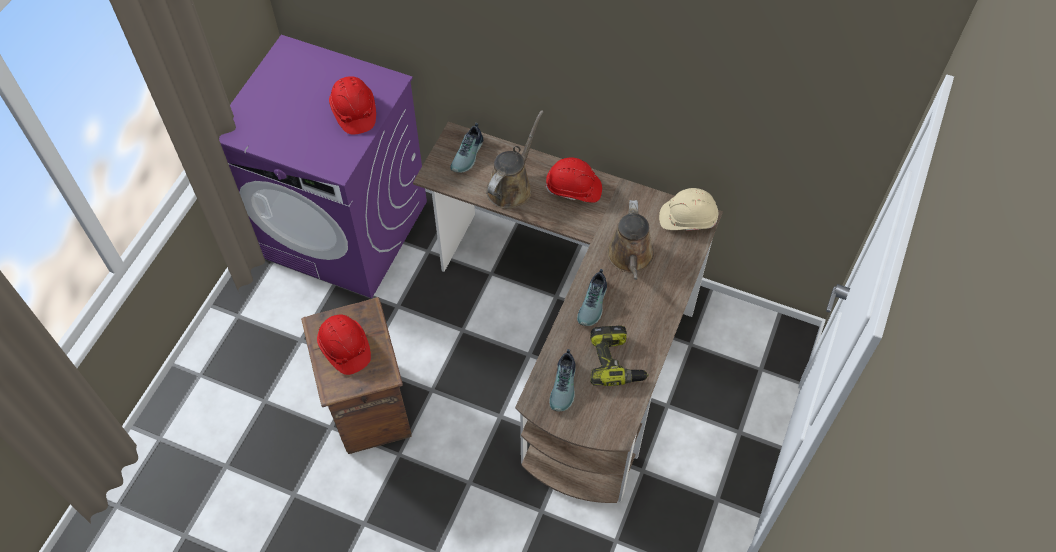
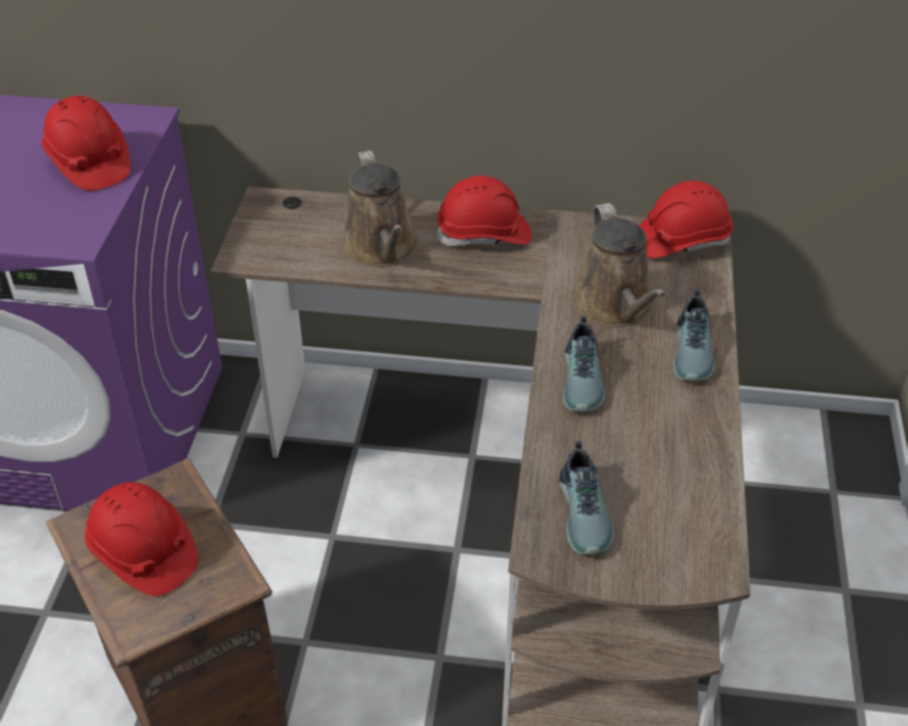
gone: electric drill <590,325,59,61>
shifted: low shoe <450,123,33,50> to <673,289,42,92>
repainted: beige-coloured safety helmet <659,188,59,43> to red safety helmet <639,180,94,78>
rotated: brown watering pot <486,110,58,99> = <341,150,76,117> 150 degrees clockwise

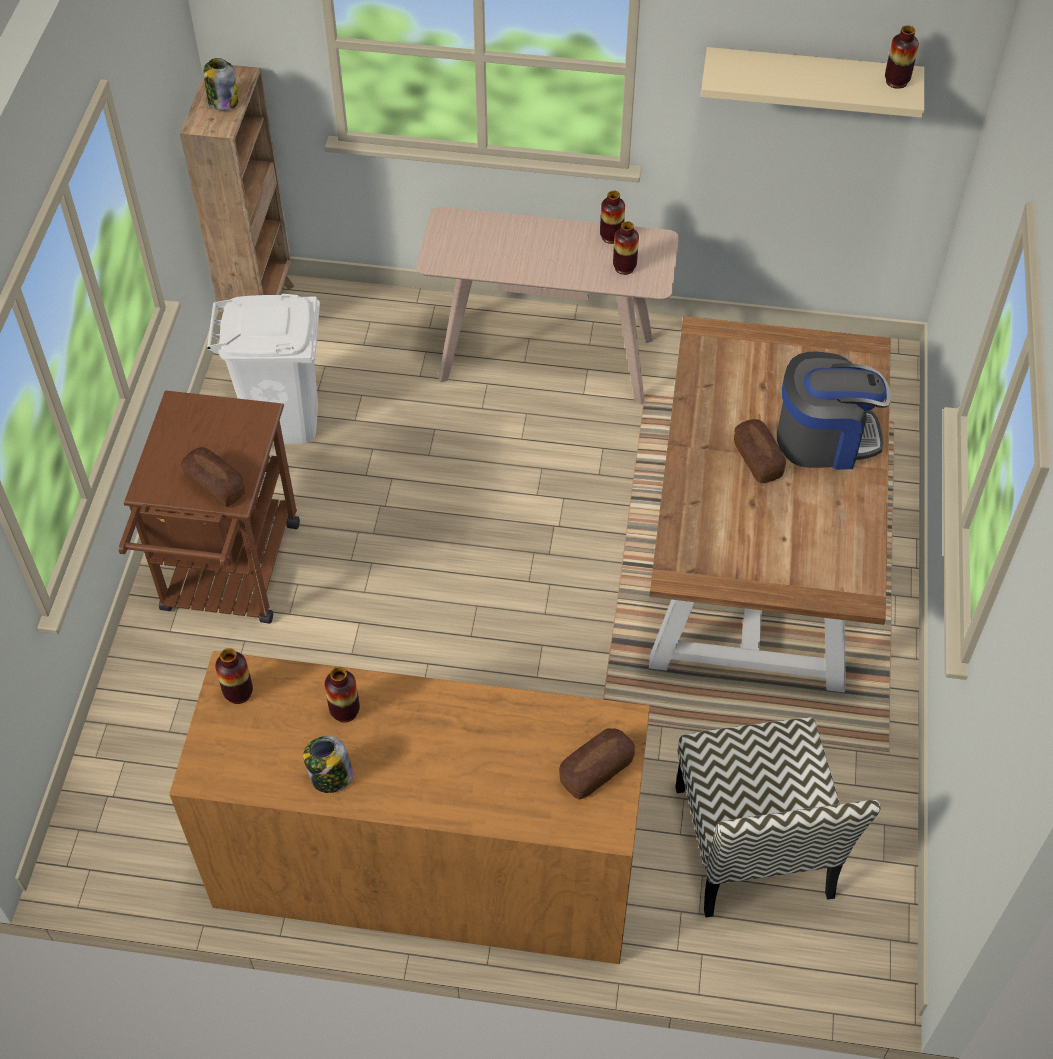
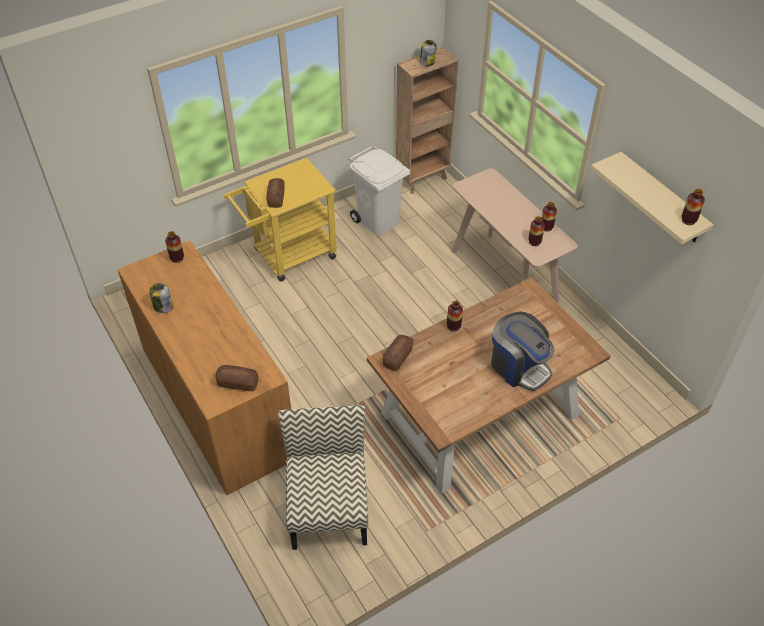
shifted: vase <324,667,36,55> to <447,301,16,30>; baked bread <734,419,52,64> to <383,335,30,36>
repainted: brown trolley <119,390,181,234> to yellow-coloured trolley <224,158,114,124>
rotated: upright chair <675,717,206,200> = <278,405,90,145> 135 degrees clockwise

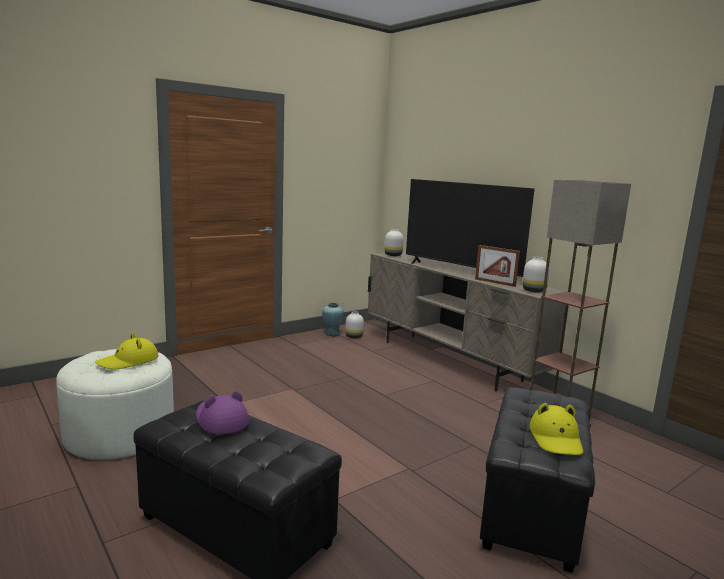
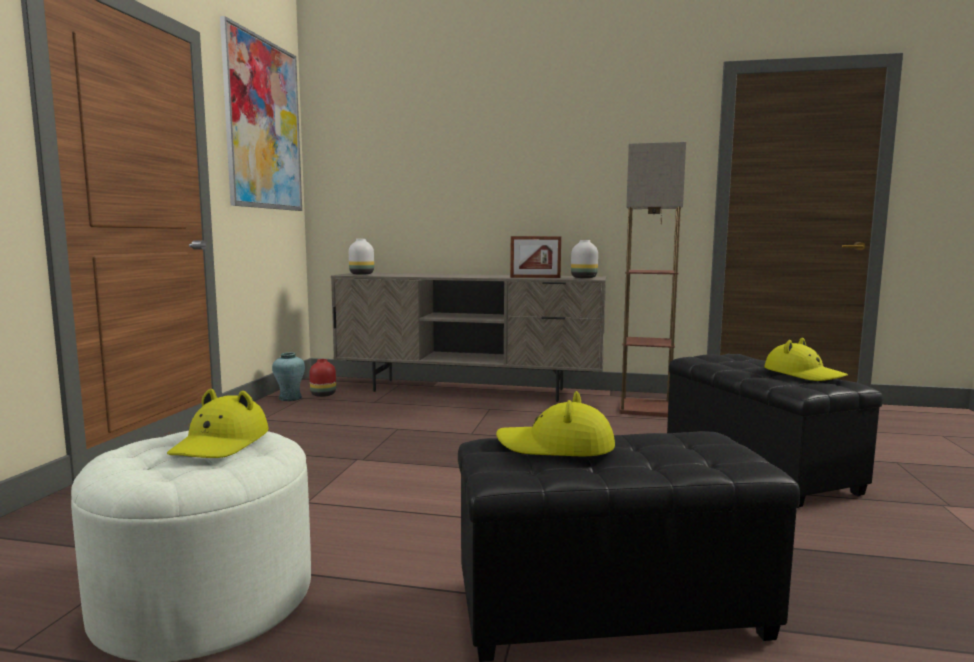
gone: TV set <406,179,129,98>
new: picture <220,16,82,195>
repainted: purple wearable hat <196,391,53,43> to yellow-coloured wearable hat <496,391,119,65>; whitish vase <345,311,19,27> to red vase <309,359,27,38>

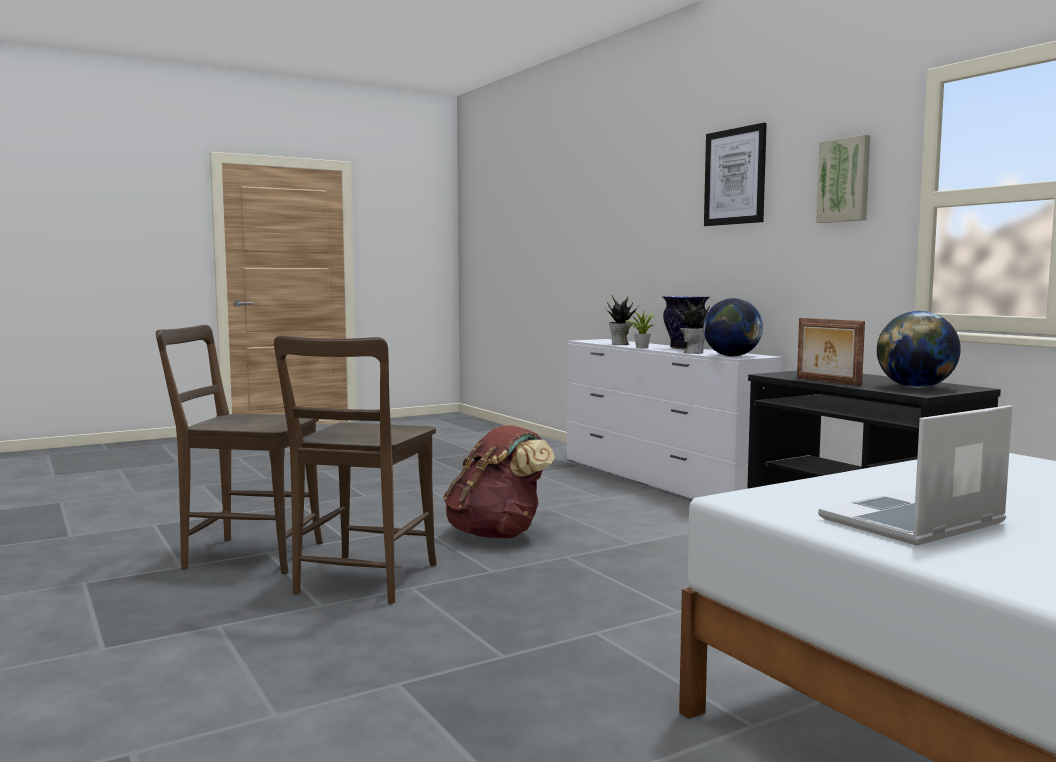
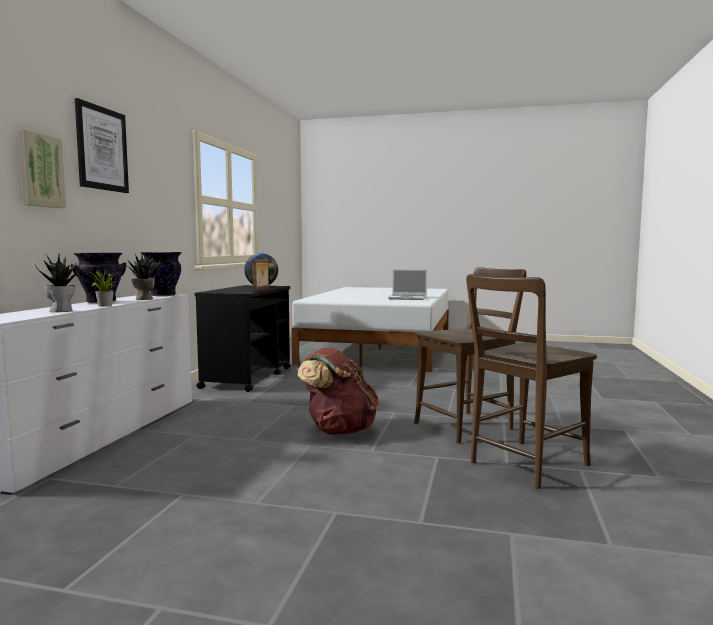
shifted: picture <816,135,54,88> to <18,130,48,78>
swapped: desk globe <703,298,60,58> to vase <140,252,42,44>
rotated: brown upright chair <156,325,167,249> = <466,274,131,215> 90 degrees clockwise

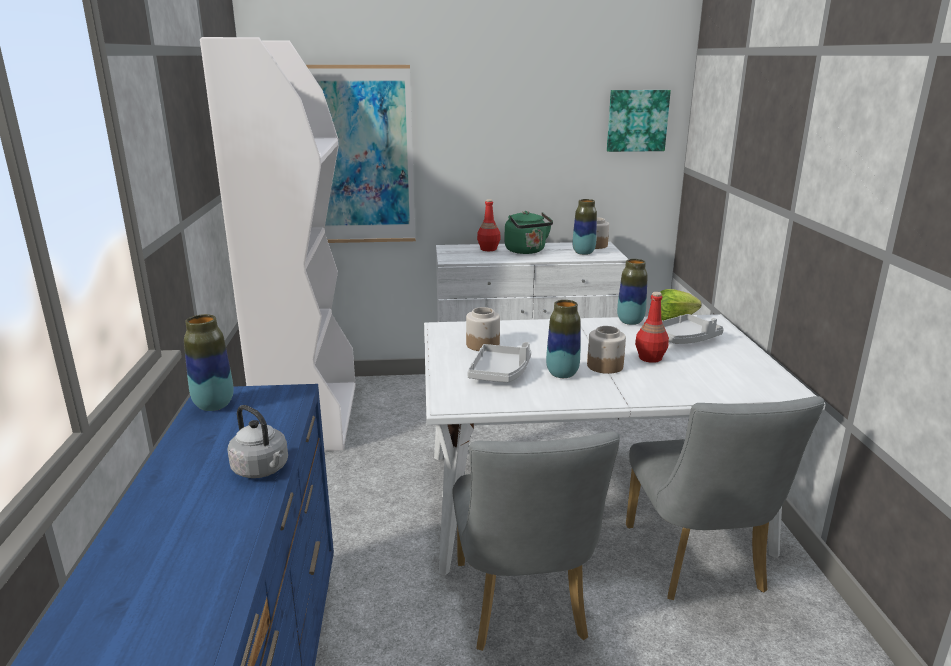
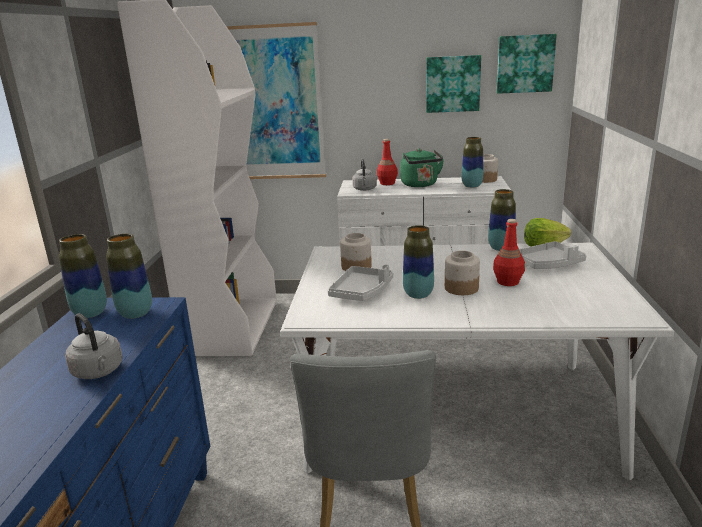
gone: gray upright chair <626,396,198,204>
new: vase <106,234,46,85>; gray kettle <352,159,25,32>; picture <426,55,55,58>

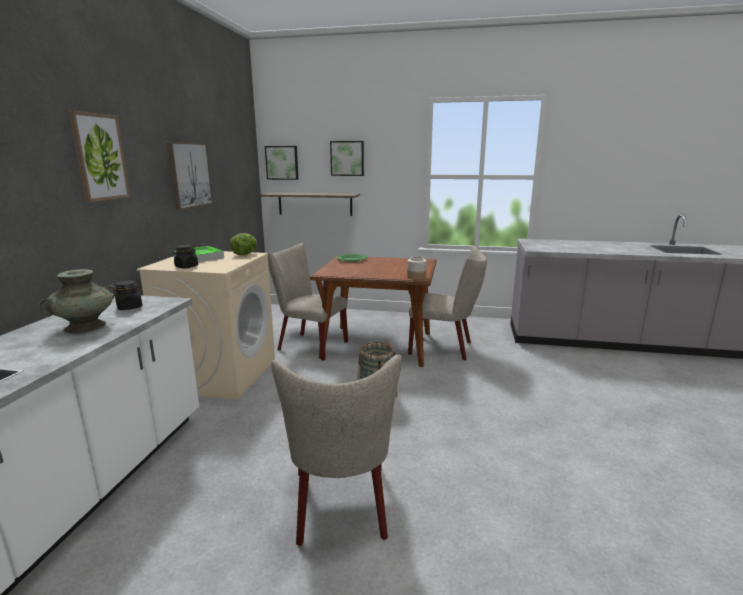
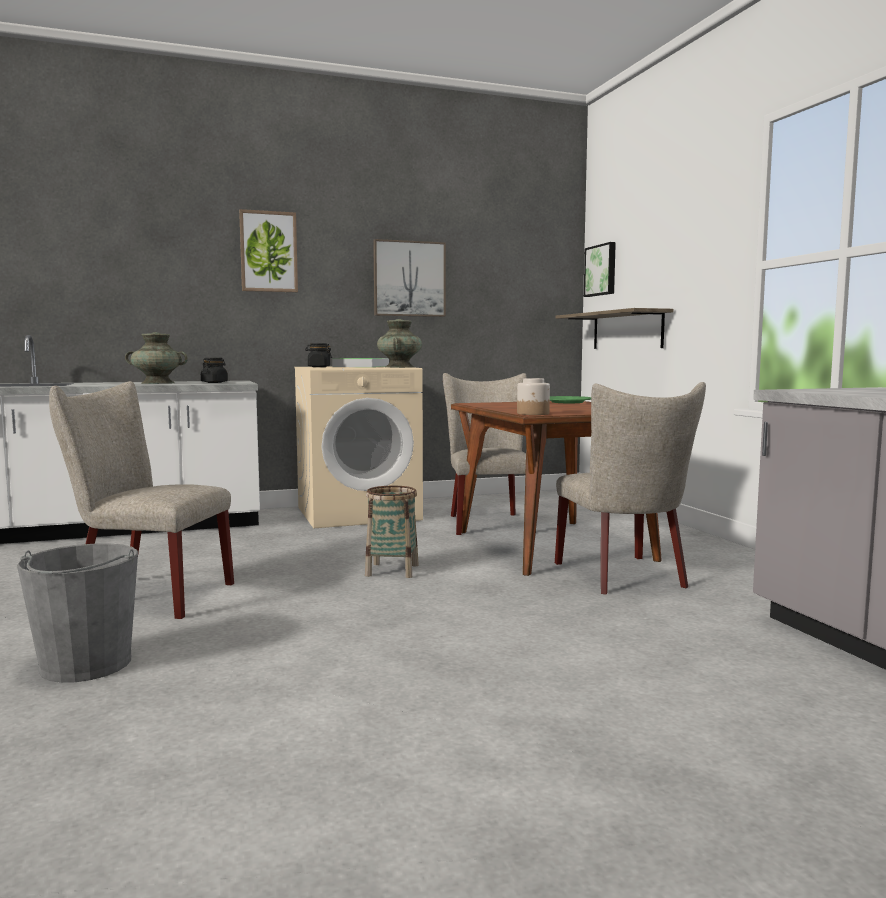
gone: picture <330,141,34,35>
new: gray water bucket <17,543,121,140>
swapped: lettuce head <230,233,27,22> to turquoise vase <377,319,45,49>
rotated: beige-coloured upright chair <271,354,131,192> = <49,381,185,238> 45 degrees clockwise

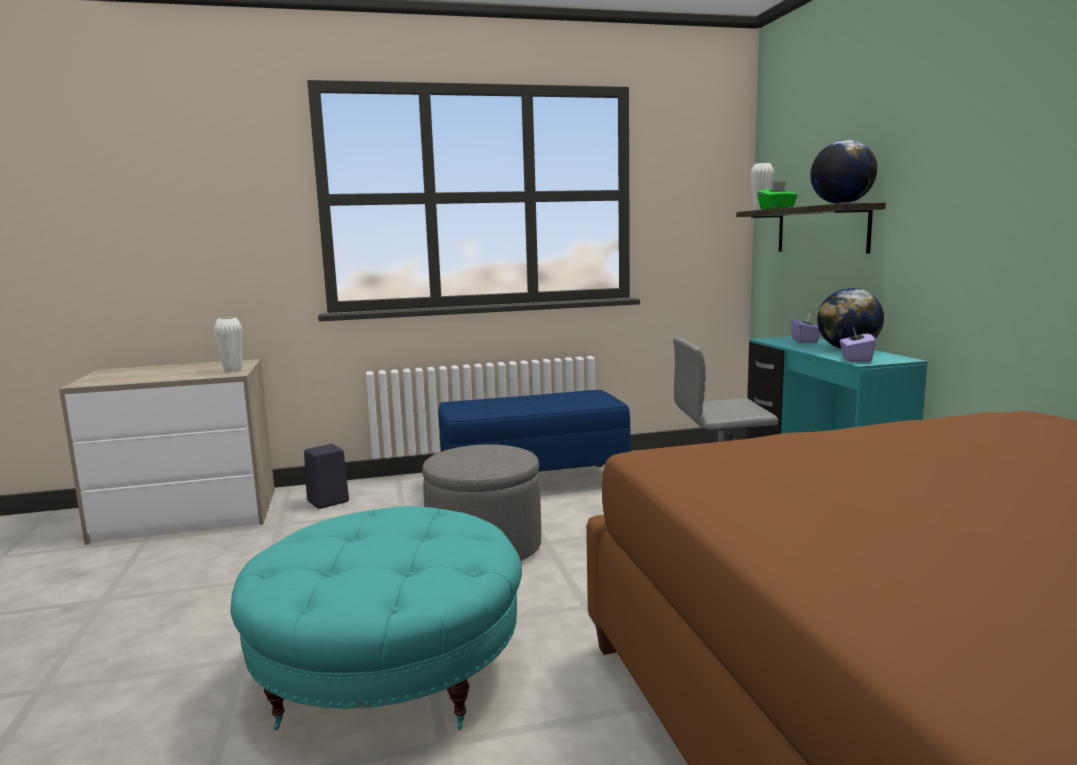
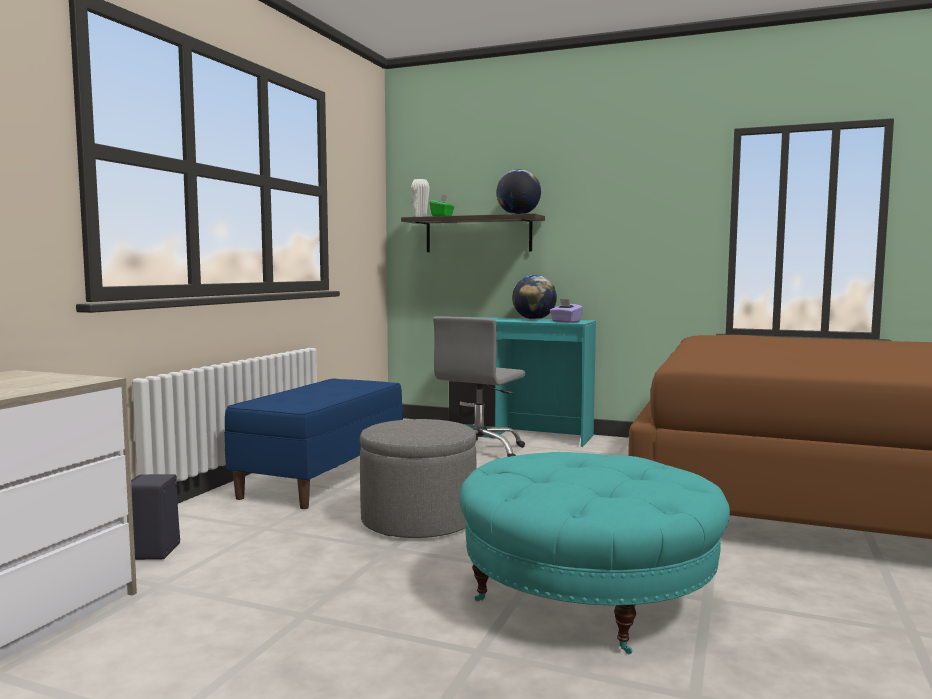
gone: whitish vase <214,317,29,55>; purple tissue box <790,313,30,30>

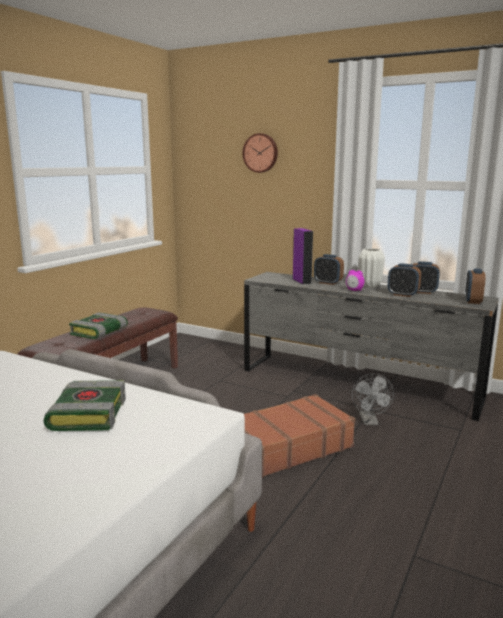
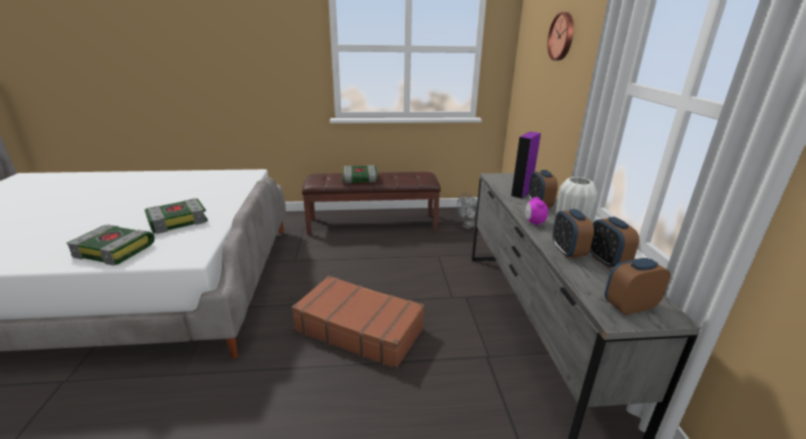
new: volume <67,225,88,41>
shifted: gray cooling fan <352,374,42,51> to <457,193,20,36>

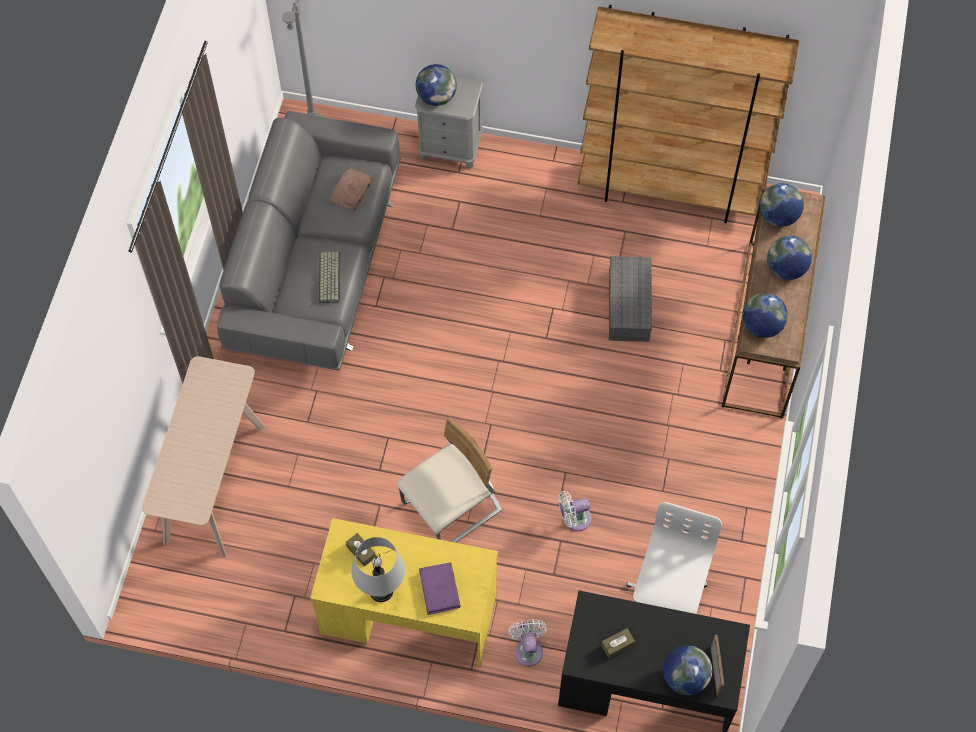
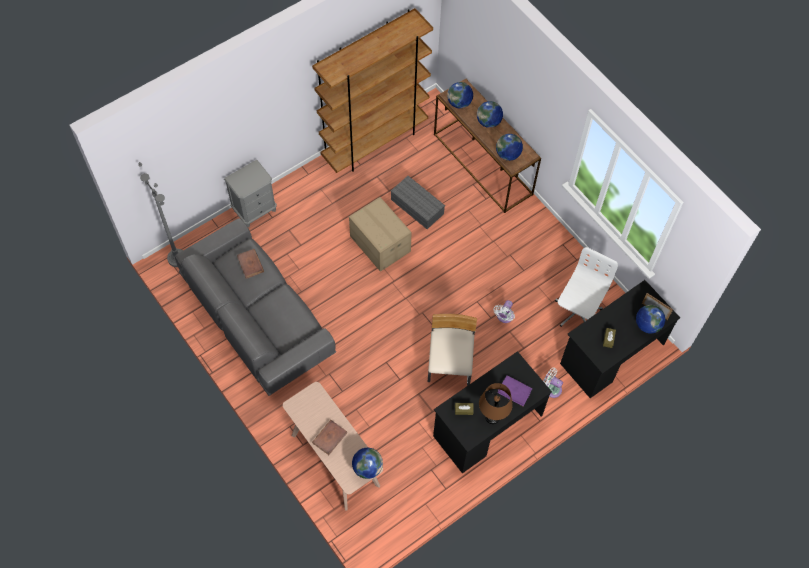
gone: PC keyboard <319,251,21,52>
new: brown volume <312,420,36,35>; cardboard box <349,197,63,75>
shifted: desk globe <416,64,41,42> to <352,448,31,31>
repainted: yellow-coloured desk unit <310,518,188,149> to black desk unit <433,351,119,122>; gray table lamp <351,537,54,65> to brown table lamp <479,383,34,41>
rotated: whitish desk chair <627,502,95,112> = <555,247,63,80> 60 degrees clockwise

